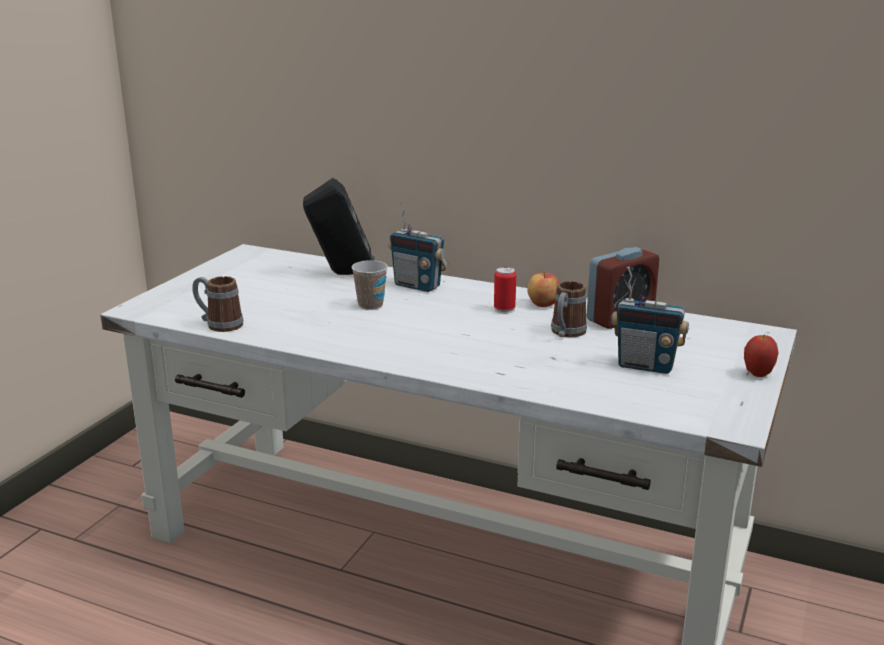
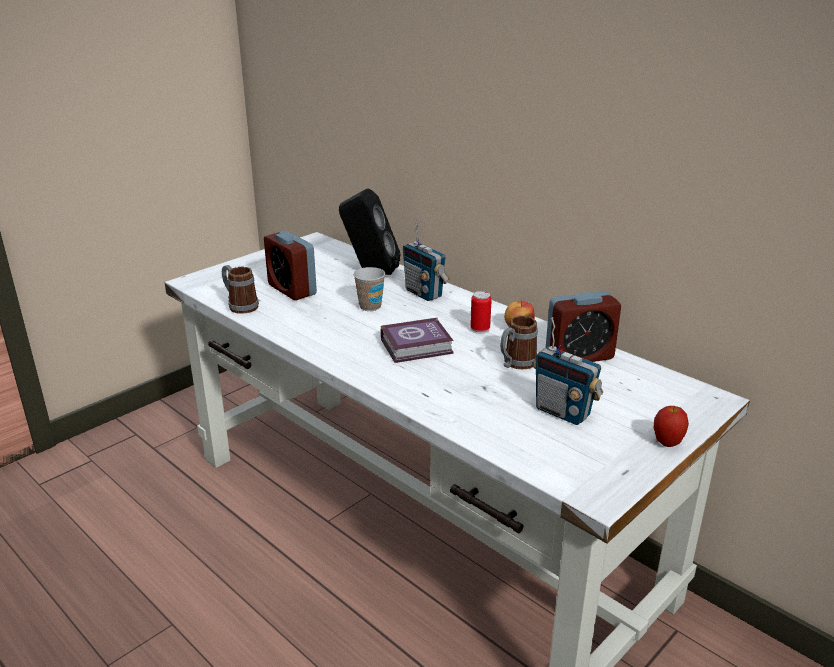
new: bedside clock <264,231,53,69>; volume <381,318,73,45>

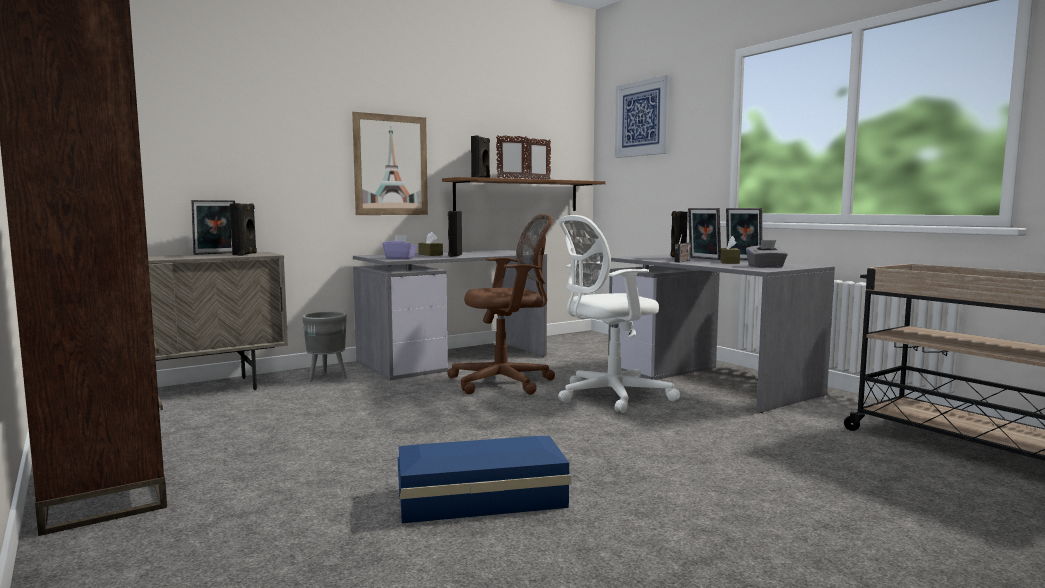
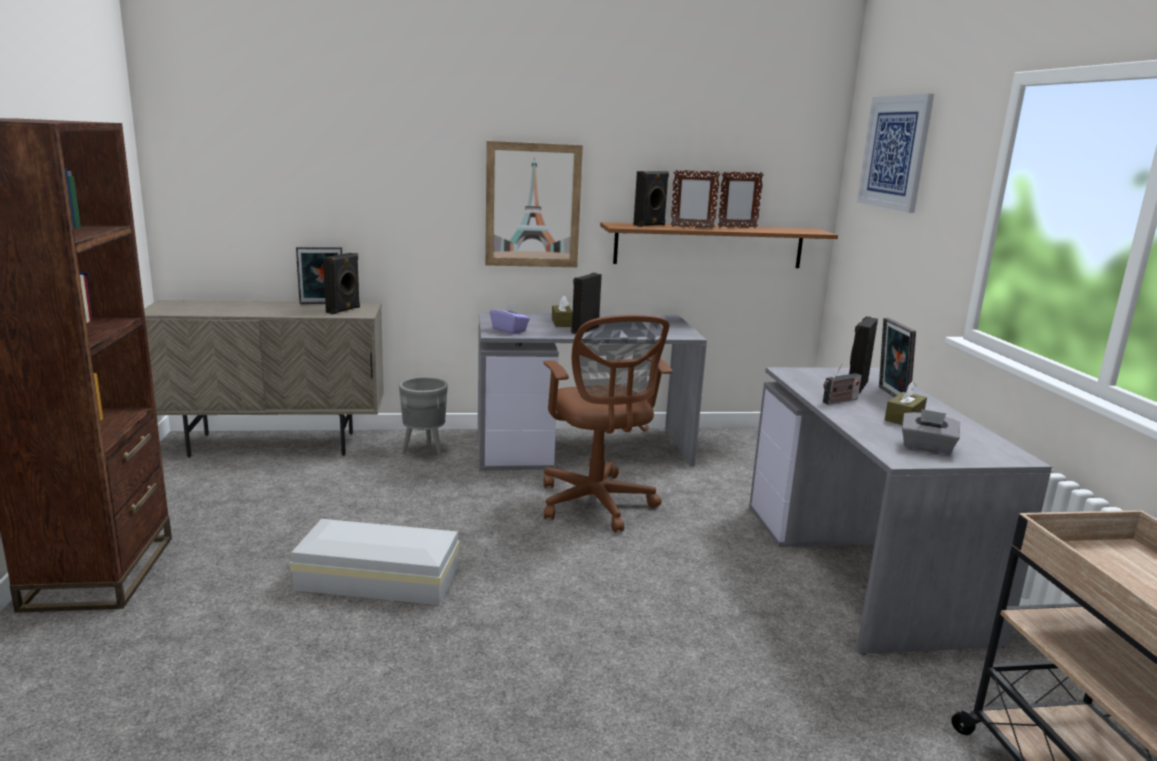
gone: blue-coloured storage container <397,436,174,87>; whitish desk chair <558,215,122,198>; standing frame <726,208,36,52>
new: whitish storage container <290,519,170,86>
rotated: brown desk chair <447,214,108,181> = <543,315,130,217> 60 degrees clockwise

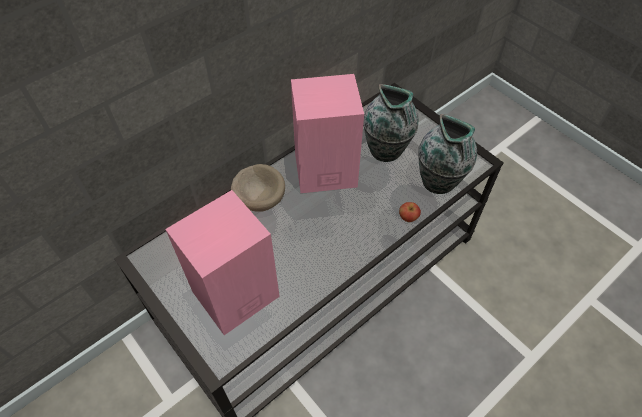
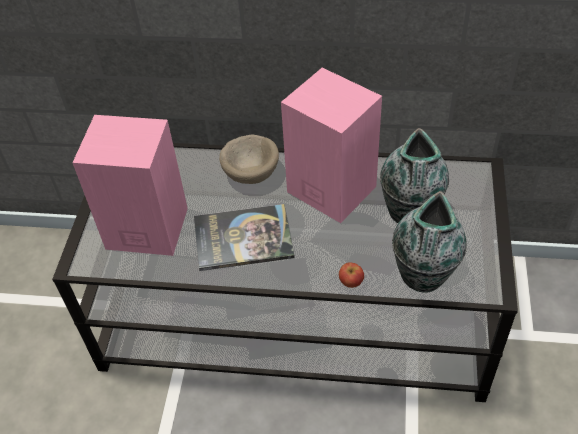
new: volume <194,204,100,67>

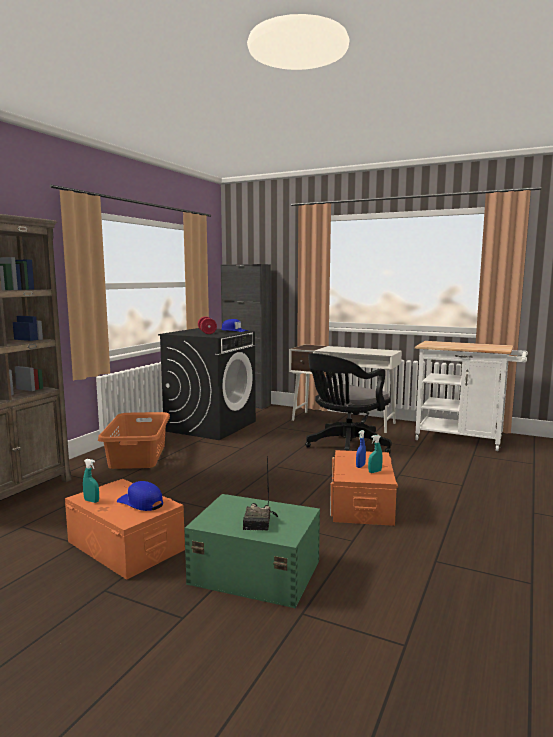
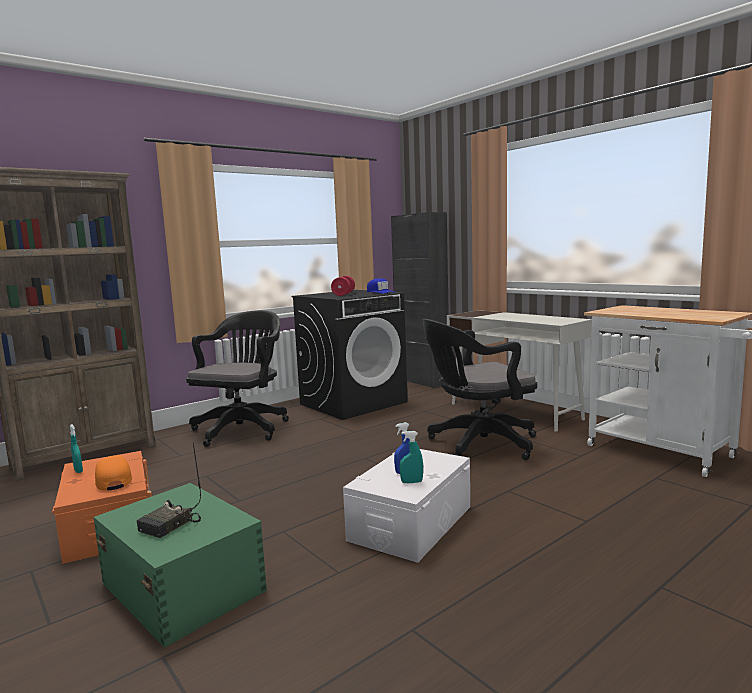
swapped: orange-coloured washing basket <98,412,72,57> to black desk chair <186,310,103,137>
repainted: blue-coloured baseball cap <117,481,46,30> to orange-coloured baseball cap <95,455,37,35>; orange-coloured storage container <330,450,68,76> to whitish storage container <343,449,127,114>

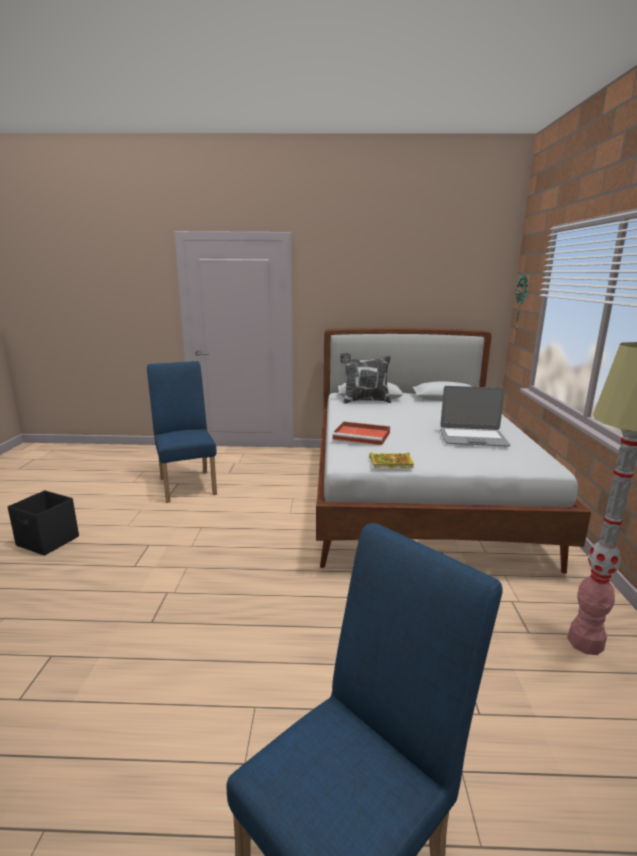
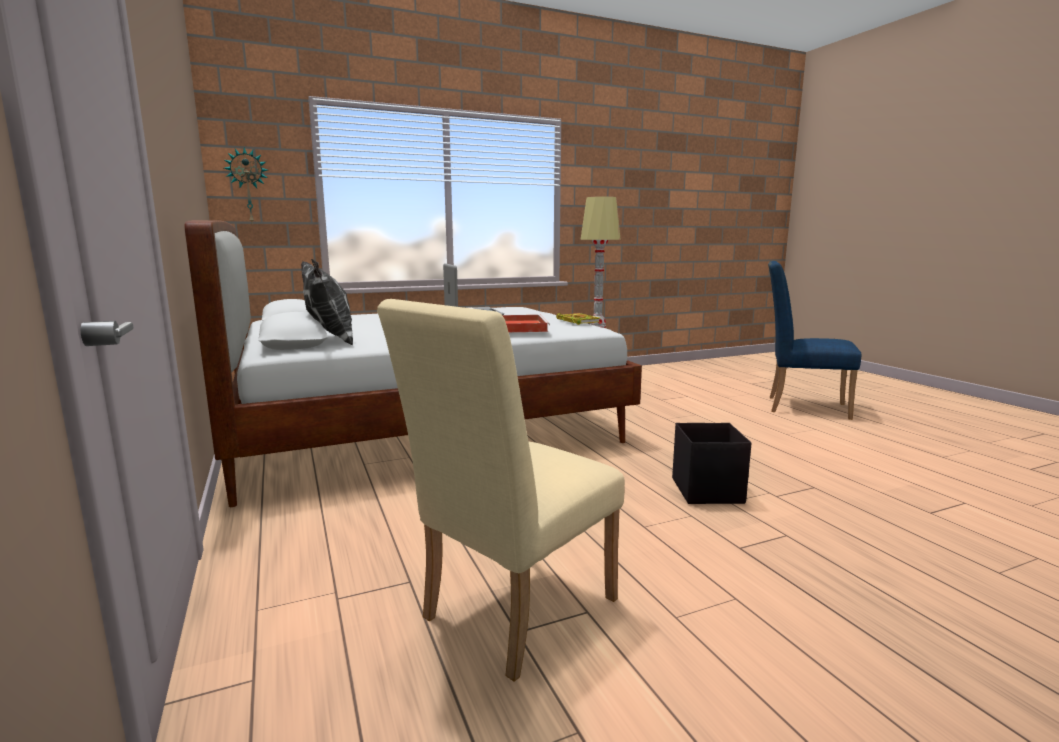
shifted: black storage container <7,490,72,66> to <672,423,80,81>
repainted: blue-coloured upright chair <147,361,70,142> to beige-coloured upright chair <377,299,248,383>

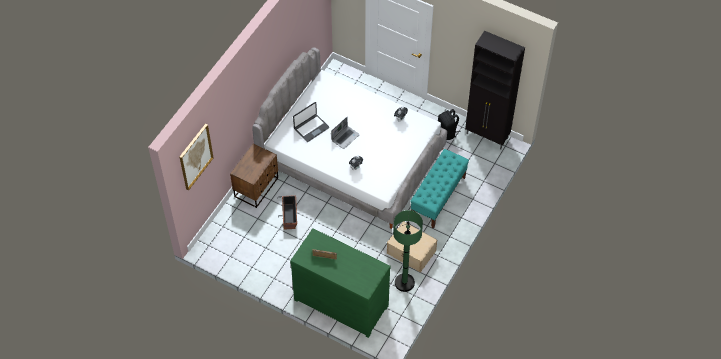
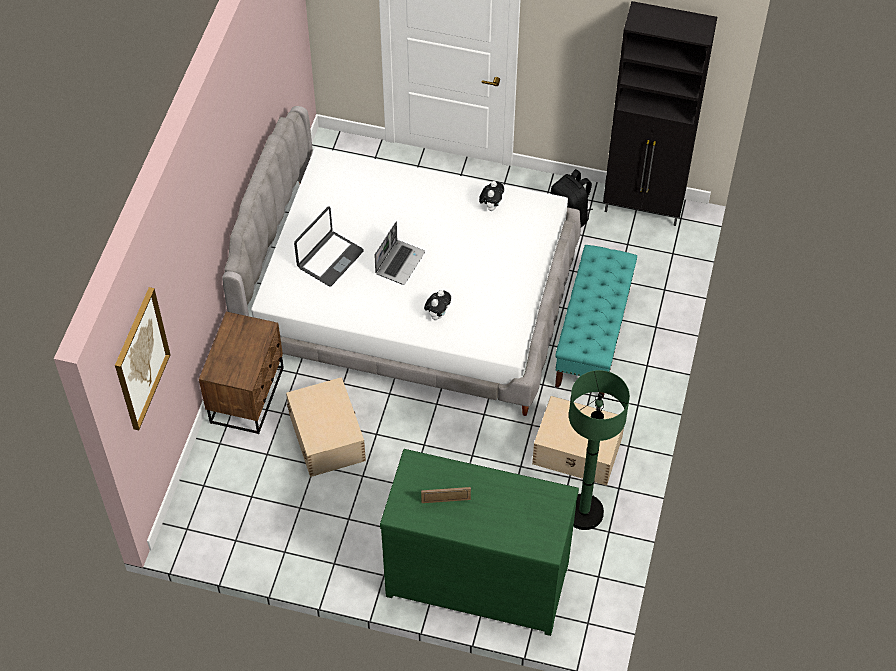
swapped: plant pot <278,195,19,35> to beige-coloured storage container <286,377,80,100>

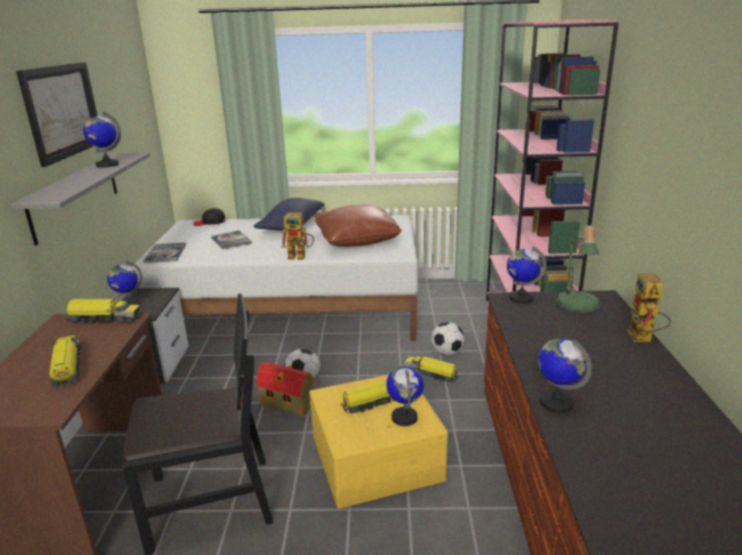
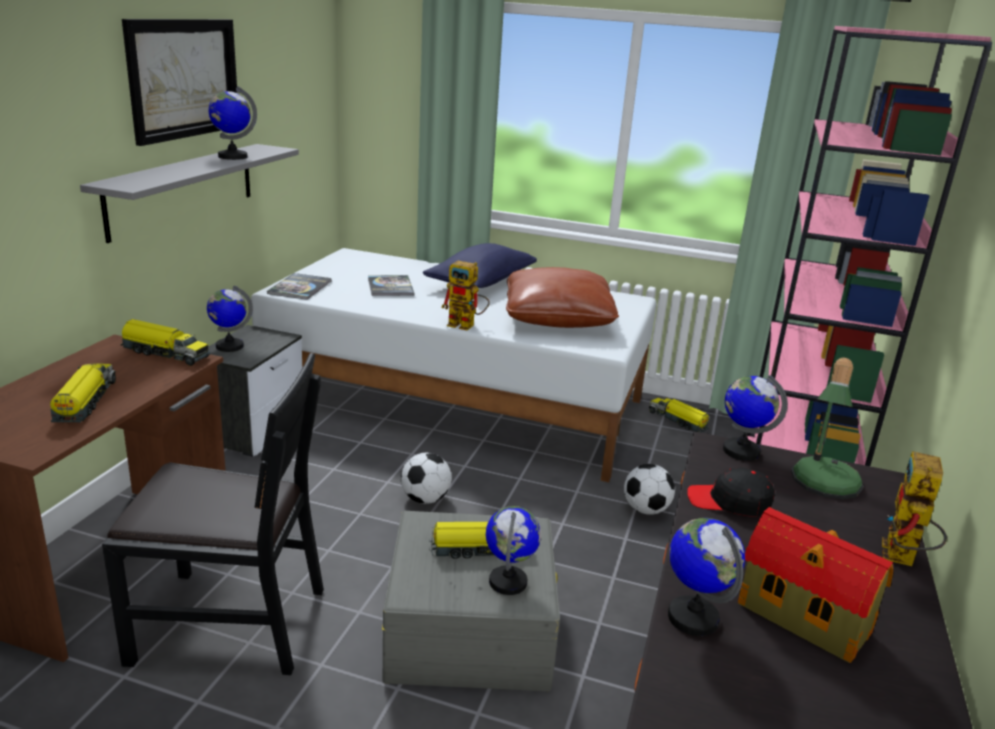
shifted: black baseball cap <193,208,32,18> to <687,468,88,49>; miniature house <256,362,59,55> to <738,507,155,156>; toy lorry <404,356,55,27> to <649,398,61,34>
repainted: yellow-coloured storage container <309,375,139,134> to gray storage container <382,511,178,180>

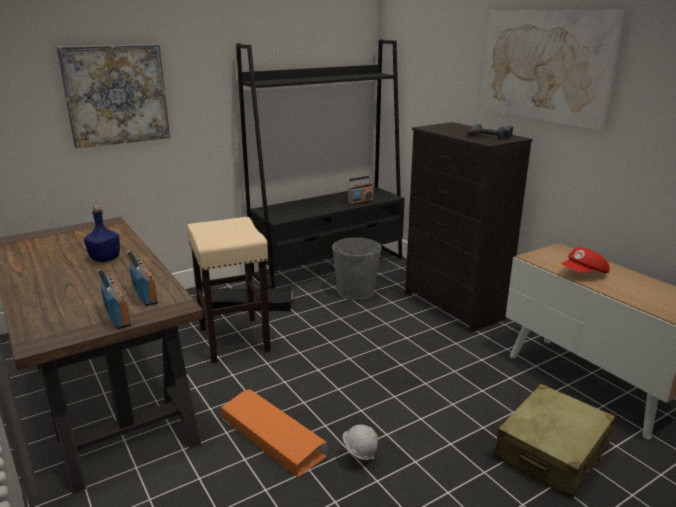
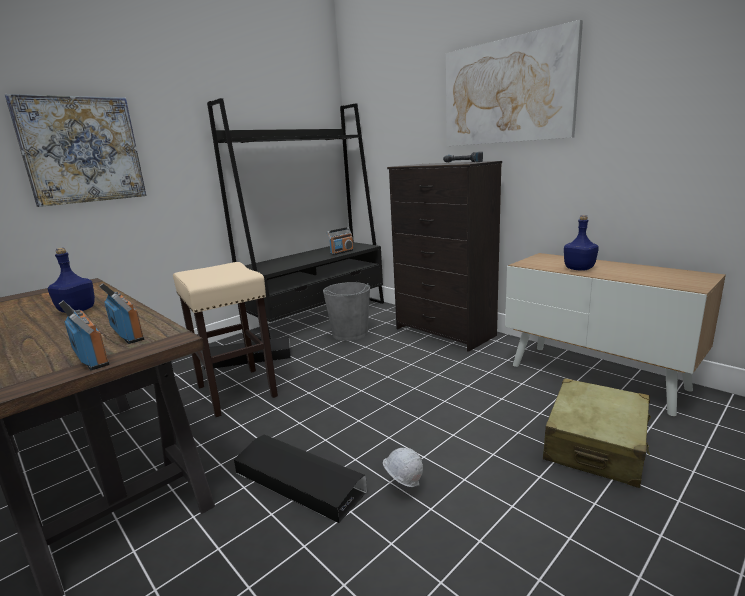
swapped: red baseball cap <562,247,48,26> to blue-coloured beverage bottle <564,215,35,56>
repainted: orange-coloured storage container <221,389,106,88> to black storage container <234,435,133,88>

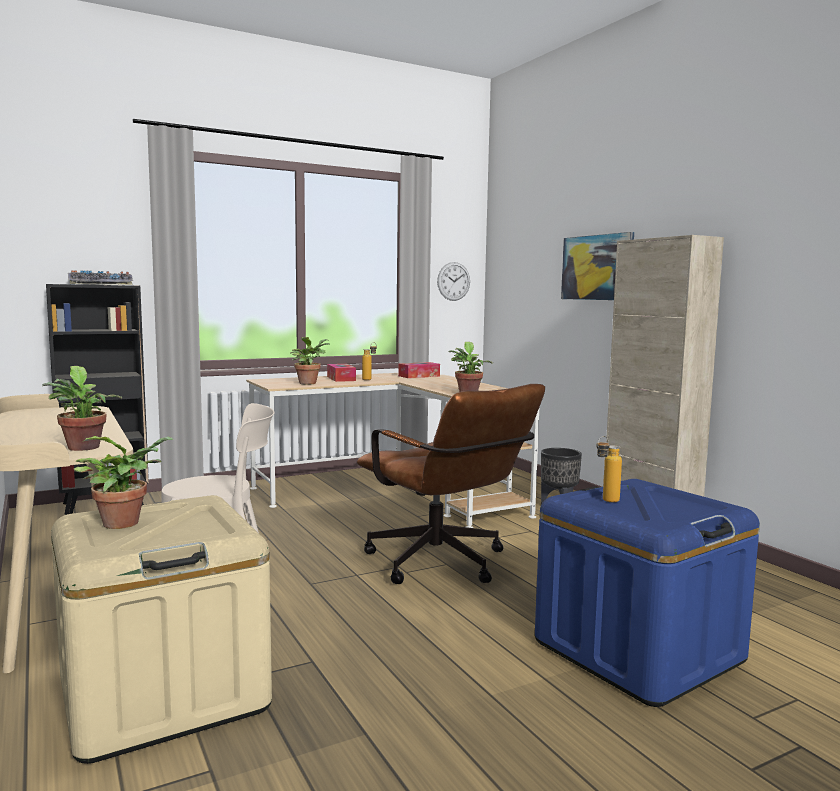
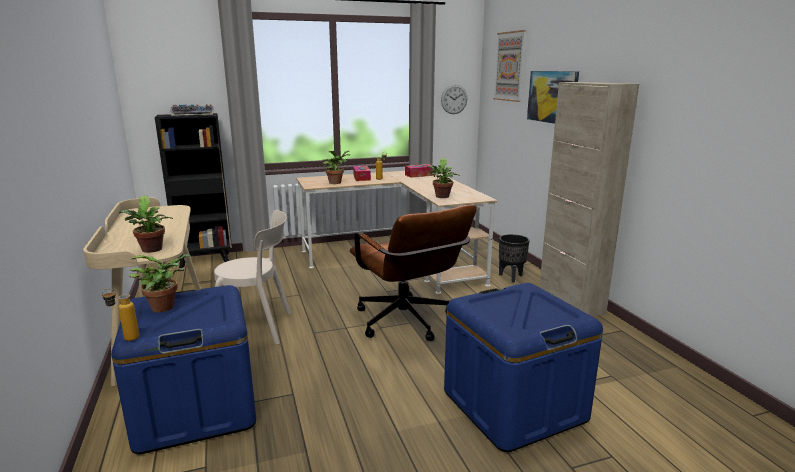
new: picture <493,30,33,72>
shifted: beverage bottle <596,436,26,66> to <102,289,37,52>
repainted: beige-coloured storage container <51,495,221,269> to blue-coloured storage container <111,285,145,169>

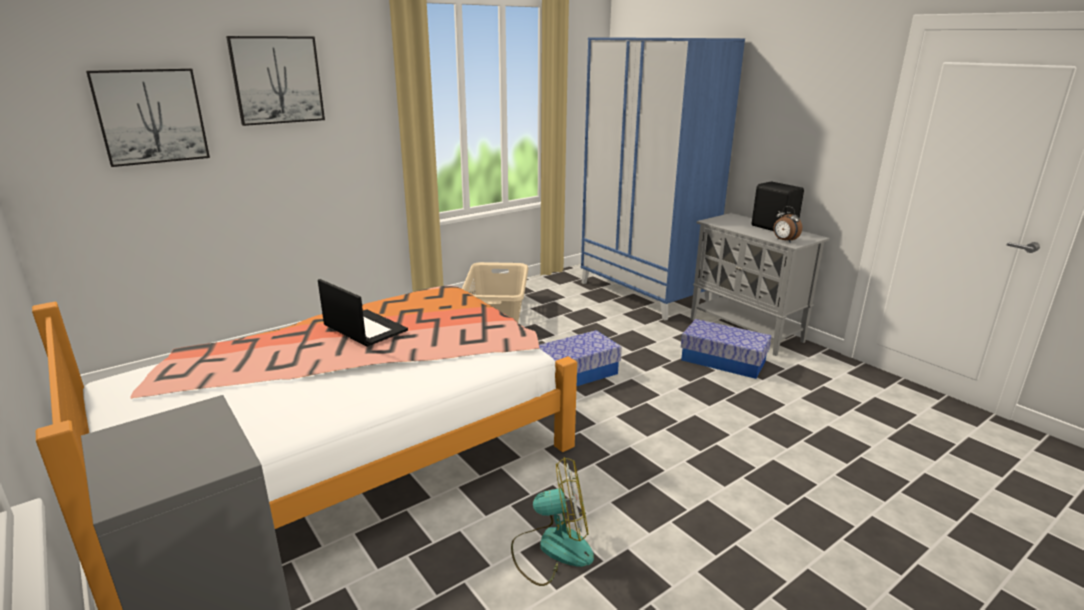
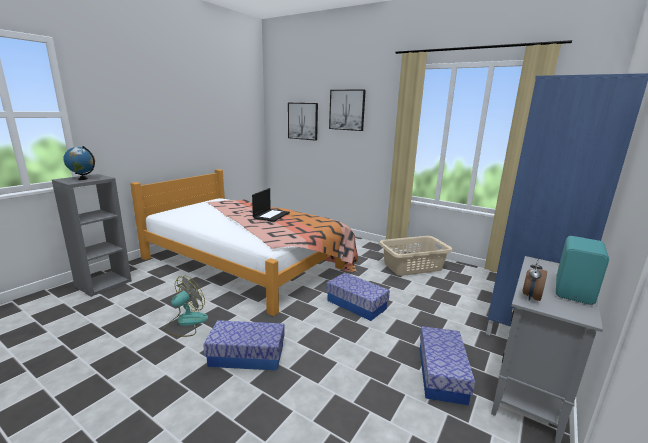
new: desk globe <63,146,32,34>; storage container <203,320,82,51>
repainted: black loudspeaker <752,182,52,49> to turquoise loudspeaker <556,236,53,69>
rotated: cooling fan <511,457,83,129> = <164,276,44,61> 120 degrees counterclockwise

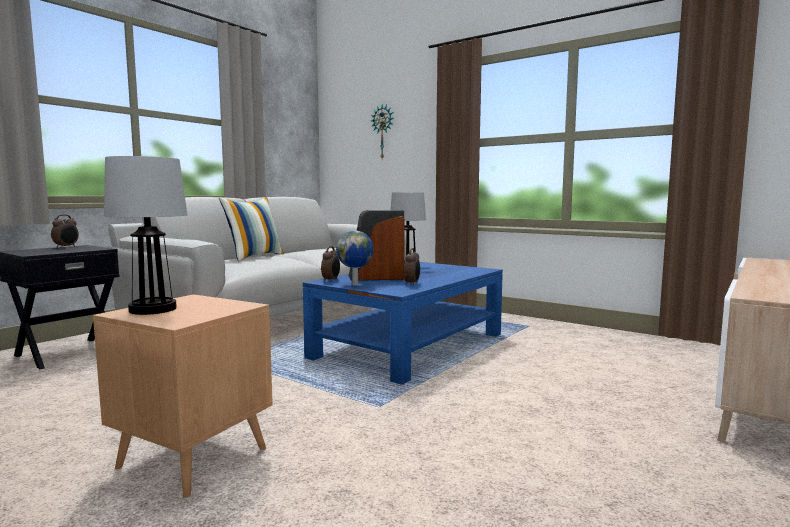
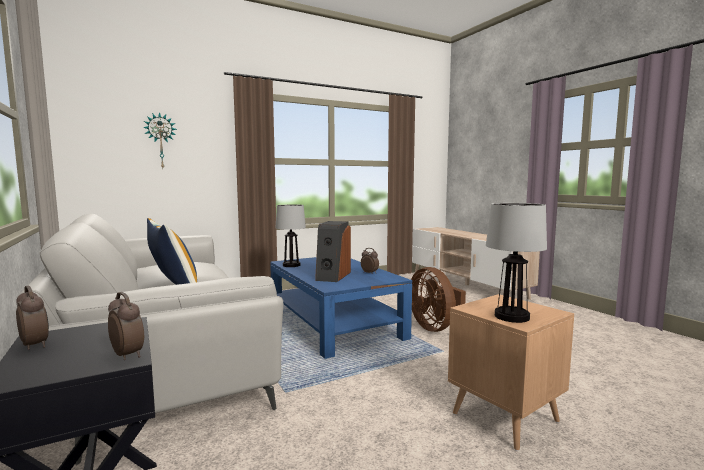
gone: desk globe <336,231,38,55>
new: brown cooling fan <411,267,55,65>
shifted: bedside clock <321,246,19,36> to <108,292,36,68>

